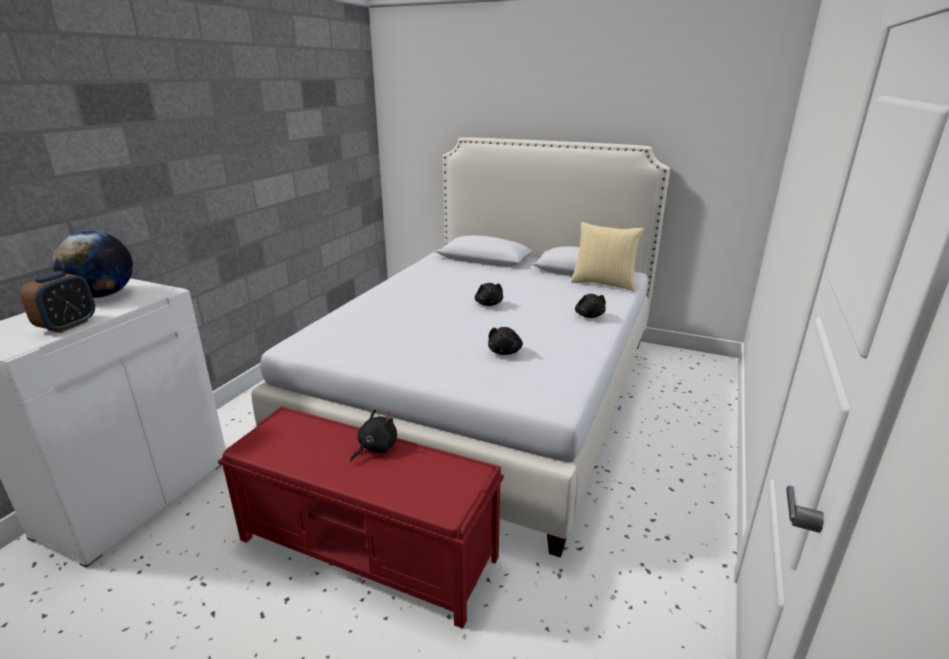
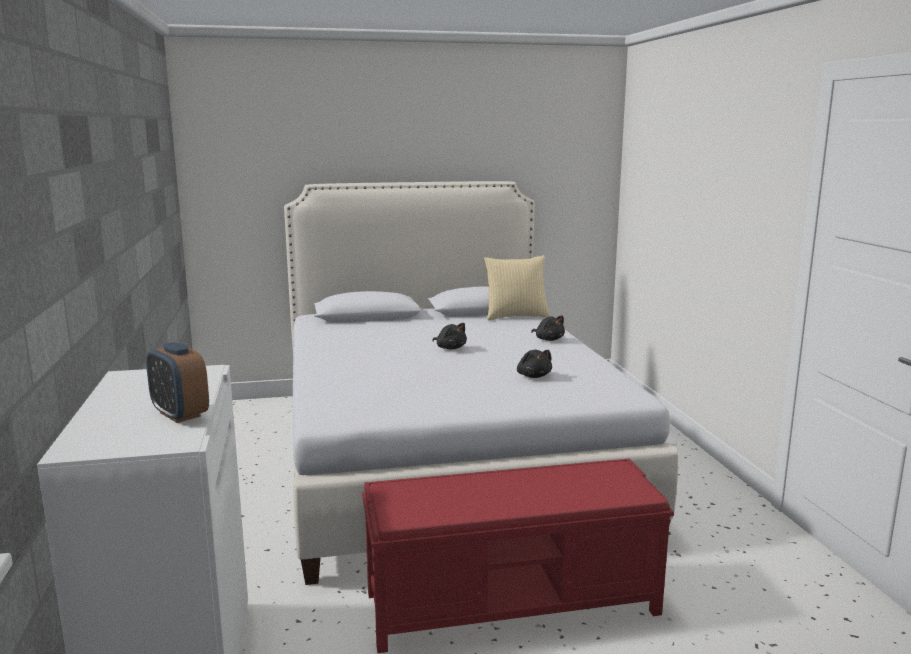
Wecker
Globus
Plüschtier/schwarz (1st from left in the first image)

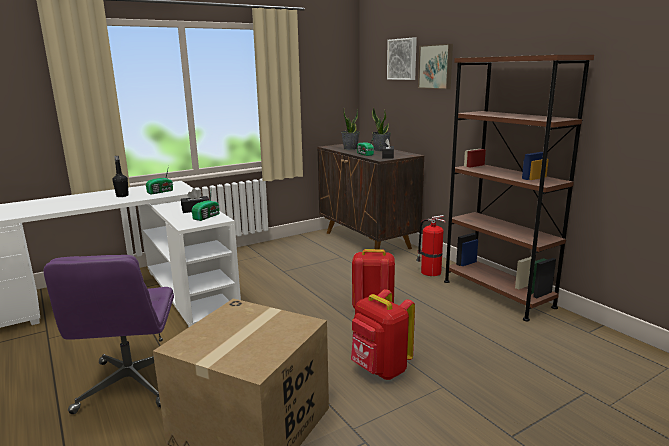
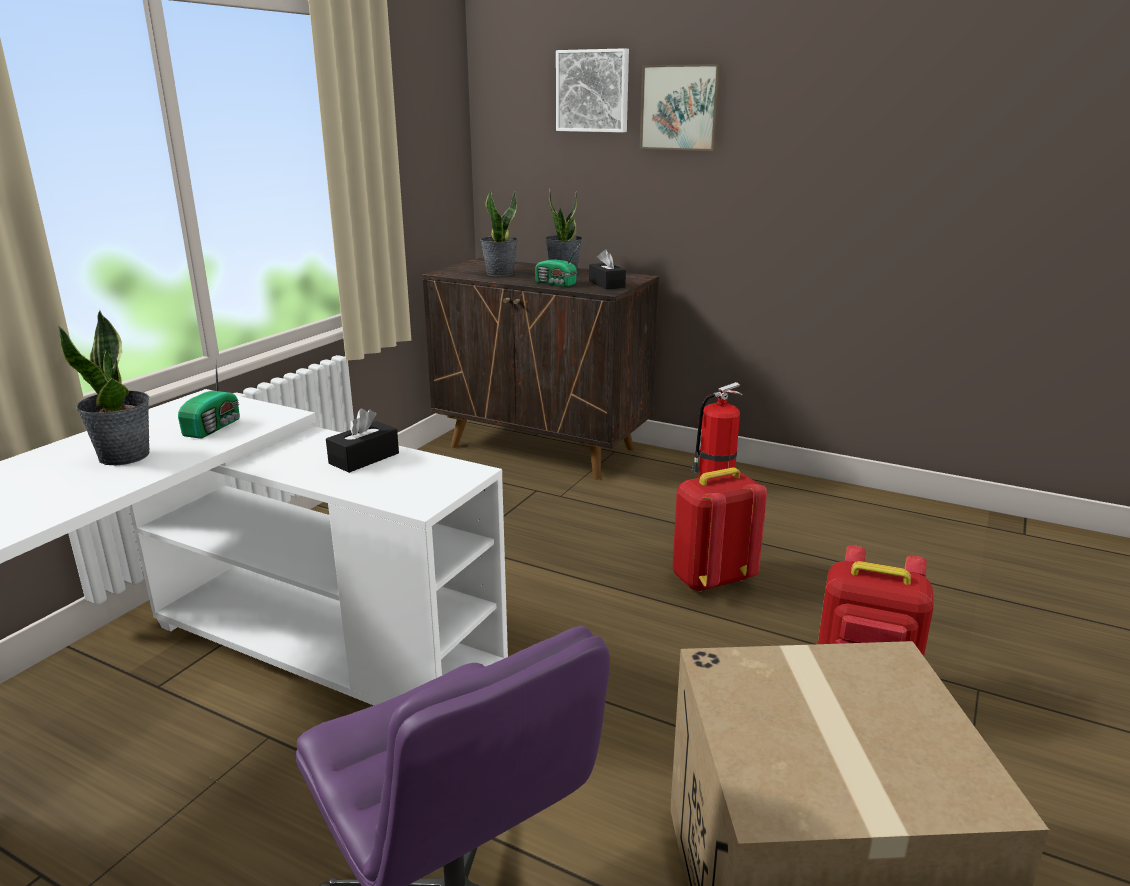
Topfpflanze (1st from left)
Radio (2nd from left in the first image)
Bücherregal/braun

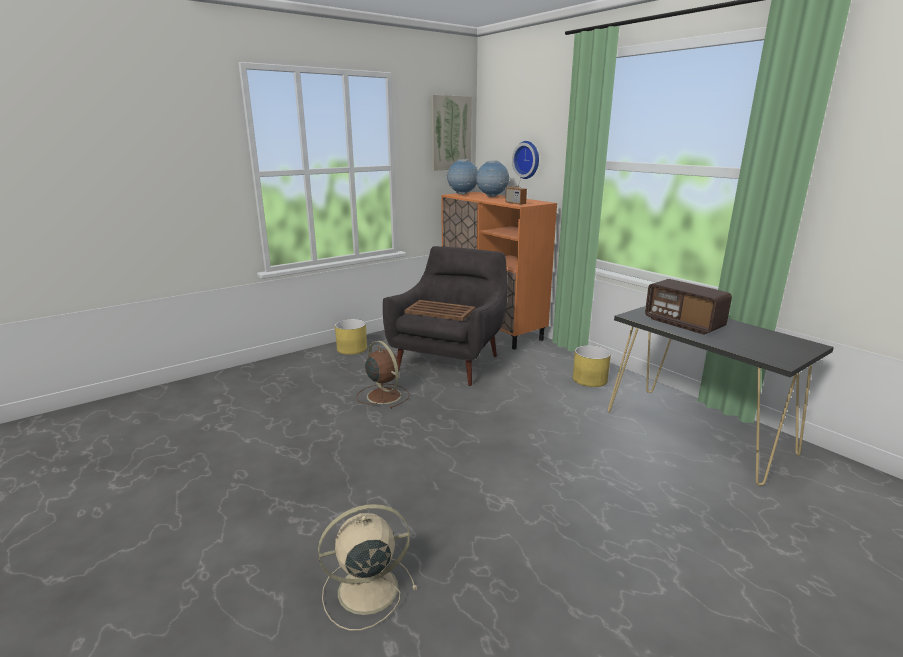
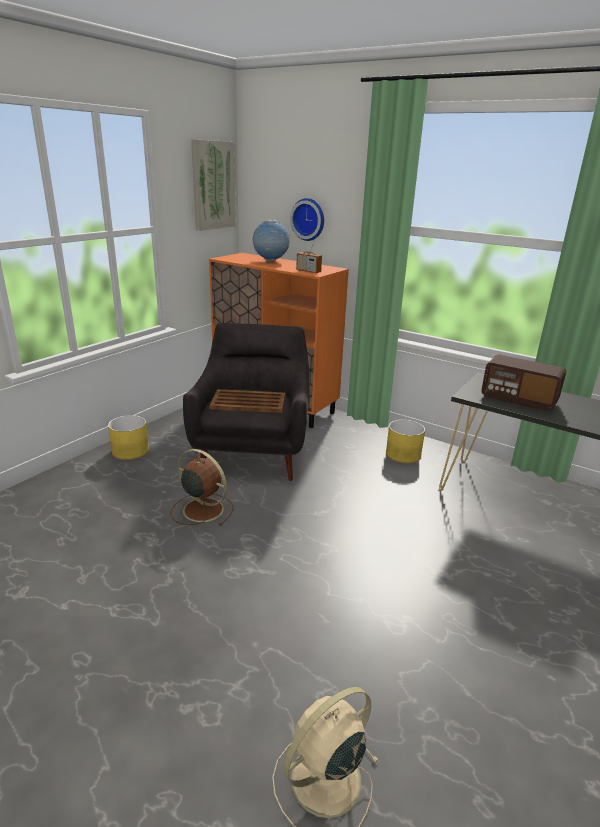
Globus (1st from left in the first image)

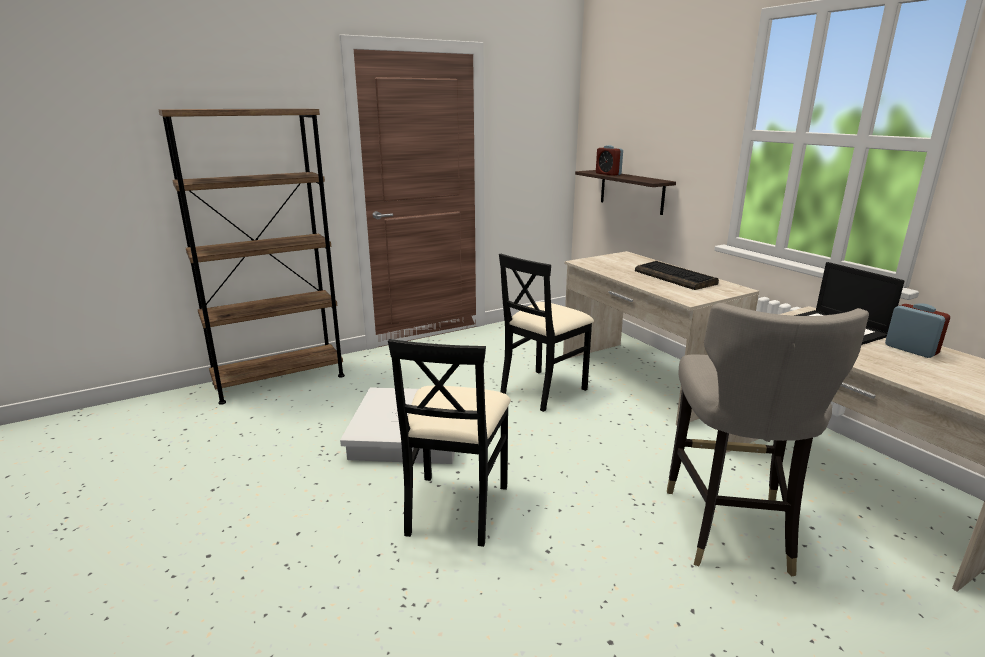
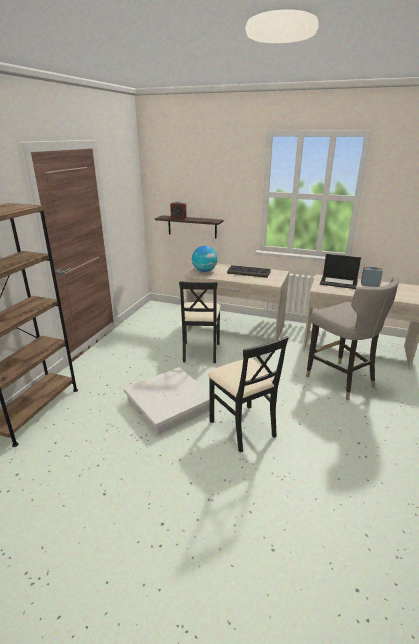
Globus

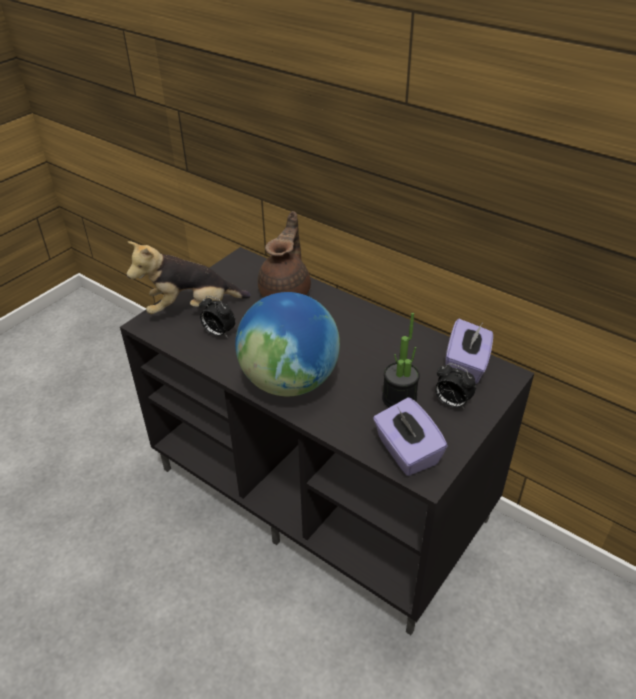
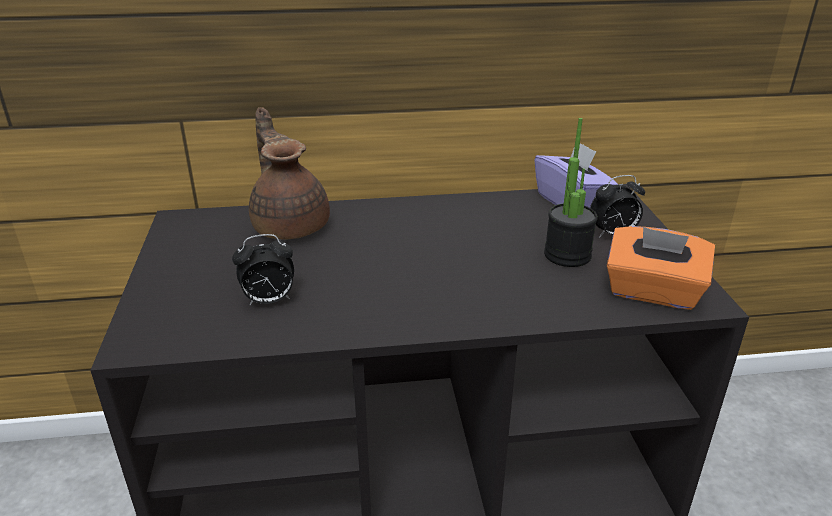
Plüschtier
Globus
Taschentuchbox/orange

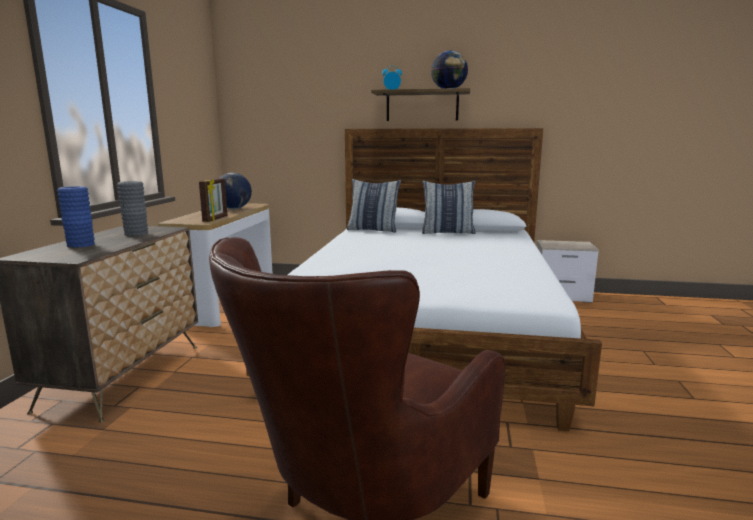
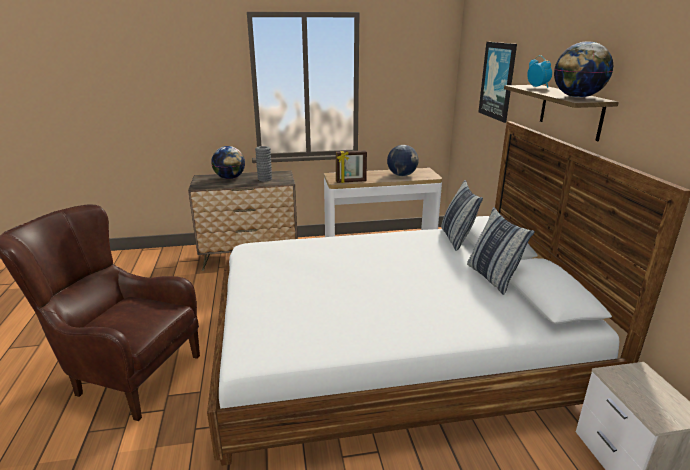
Globus (1st from left)
Bild

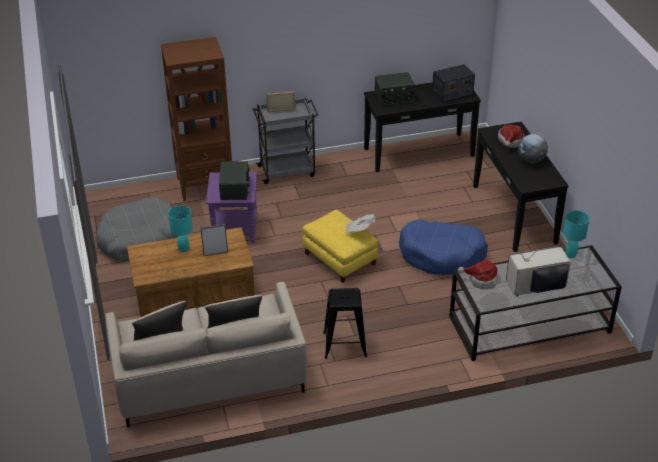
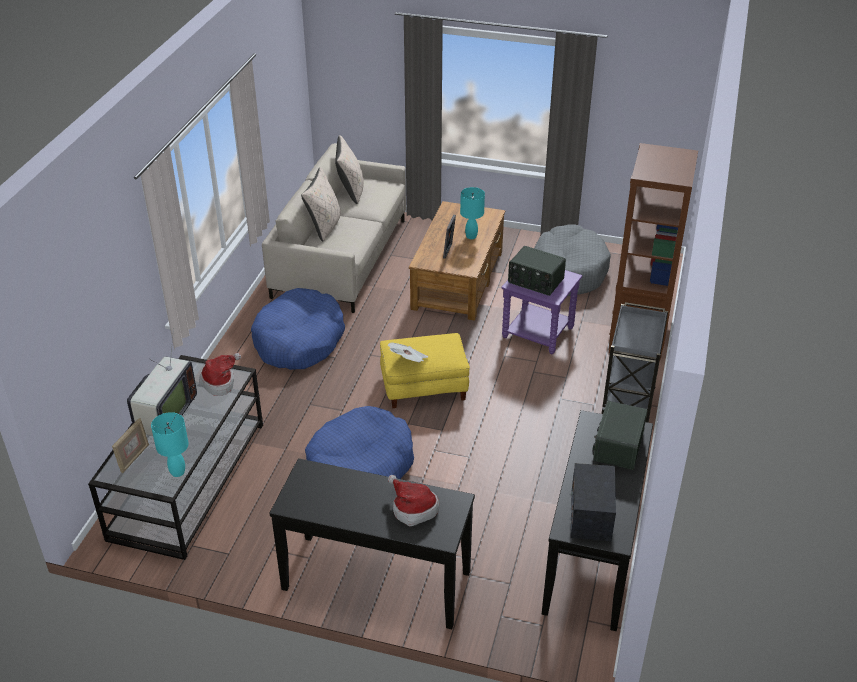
Bilderrahmen (1st from left)
Hundebett/blau (1st from left)
Globus

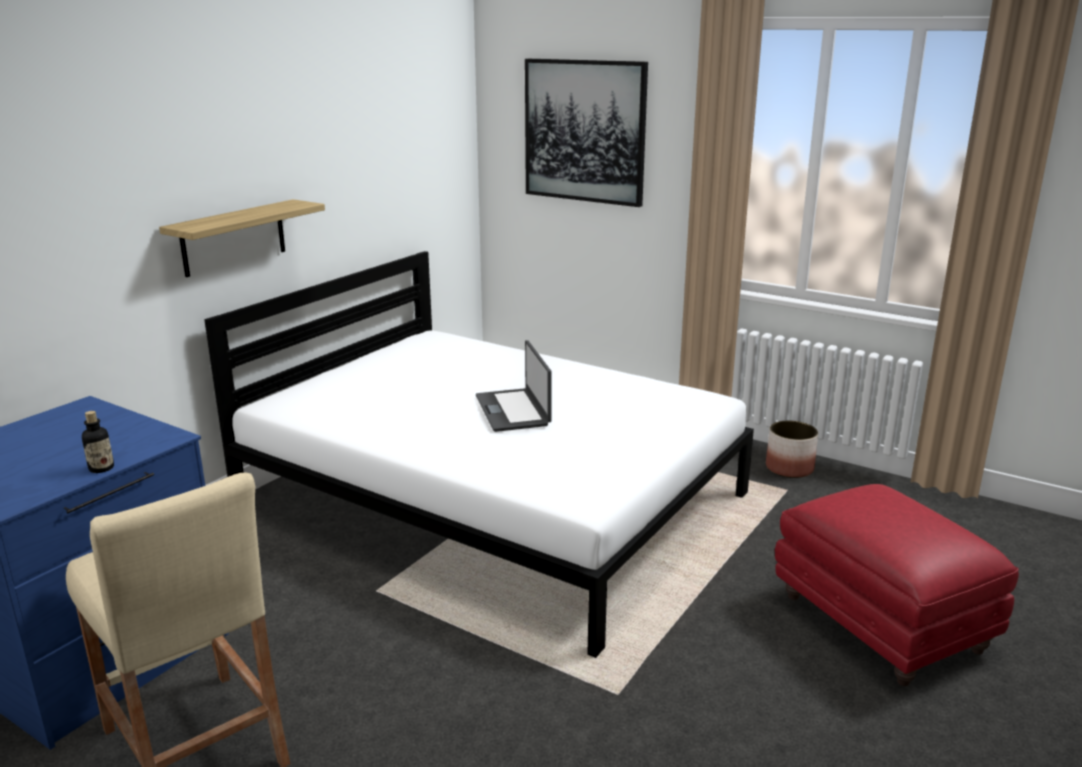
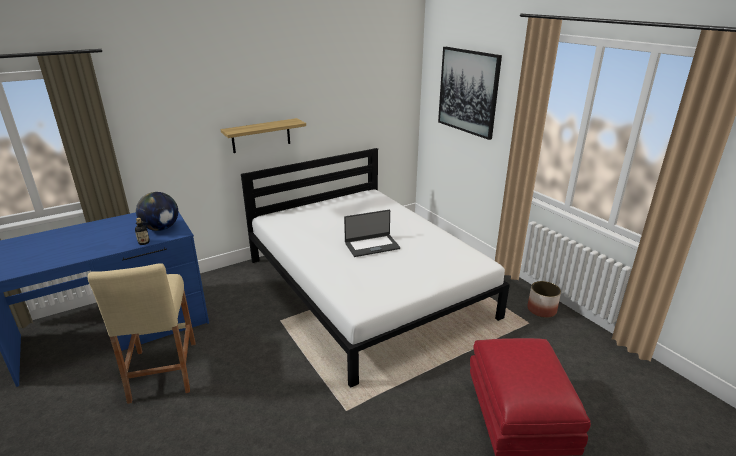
Laptop
Globus

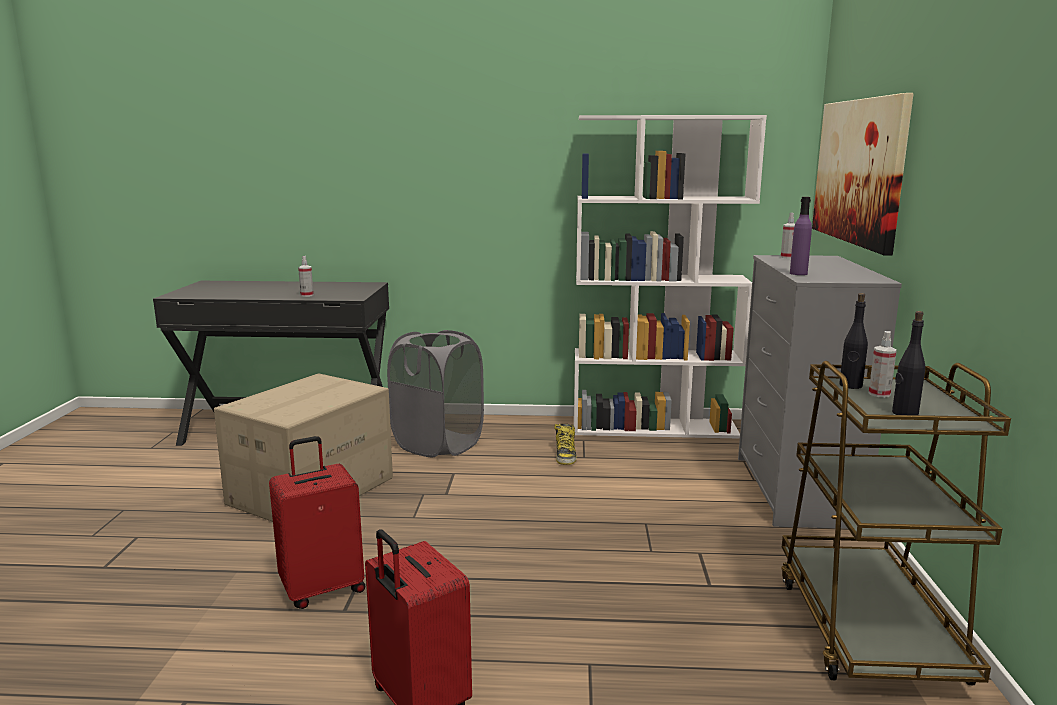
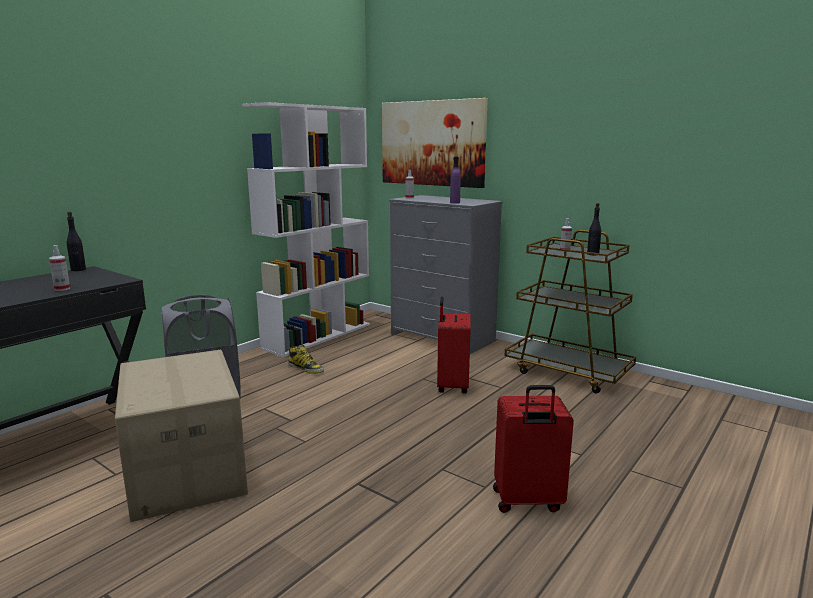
Koffer/rot (1st from left)
Flasche/schwarz (1st from left)

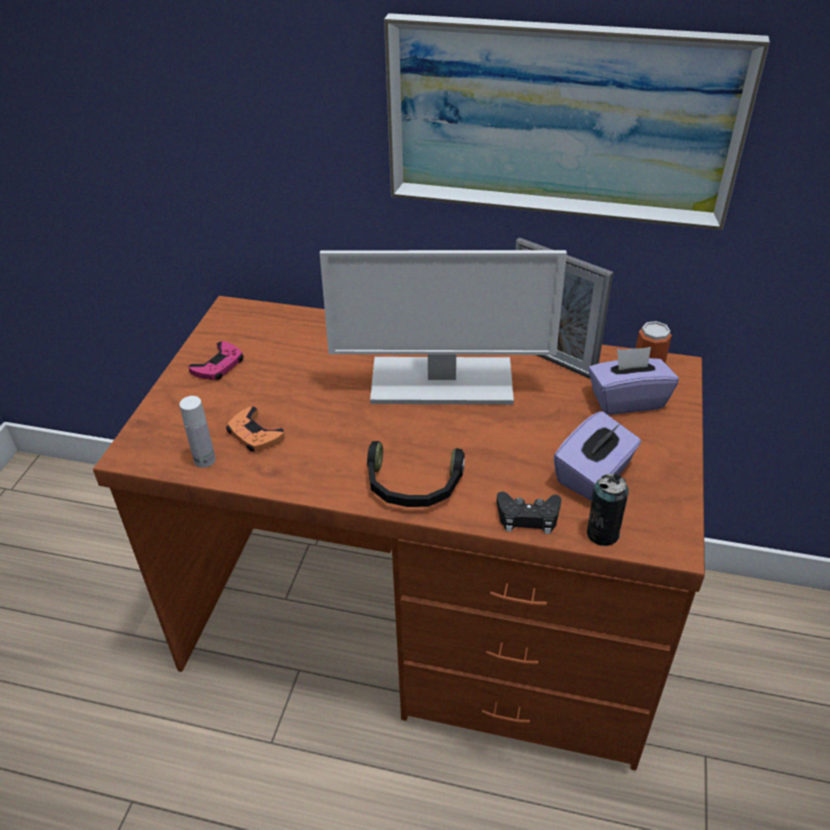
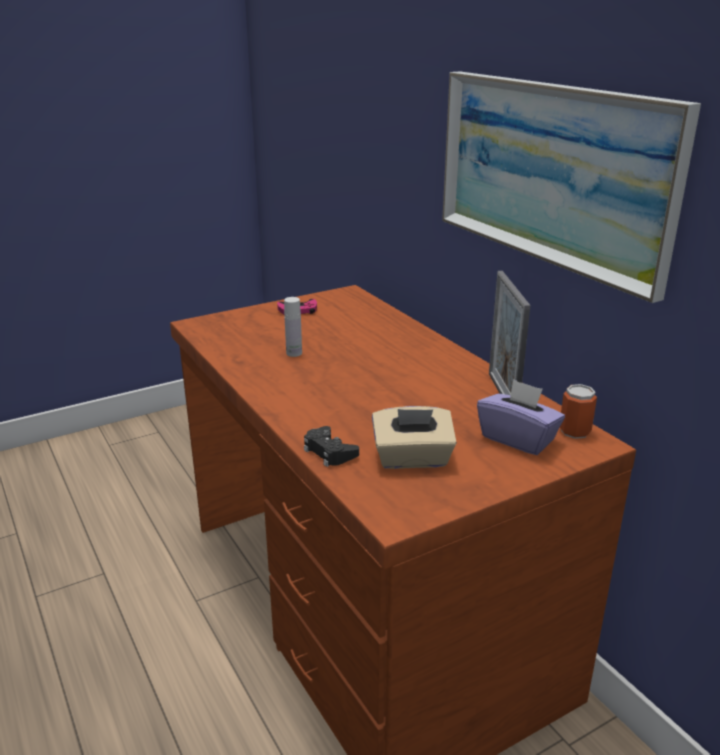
Flasche/weiß
Gamepad/orange
Monitor
Kopfhörer/schwarz
Taschentuchbox/beige
Dose (1st from left in the first image)

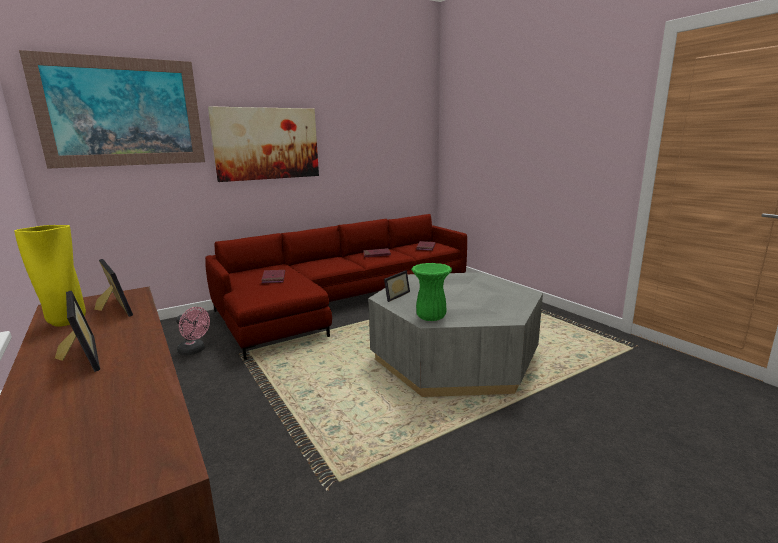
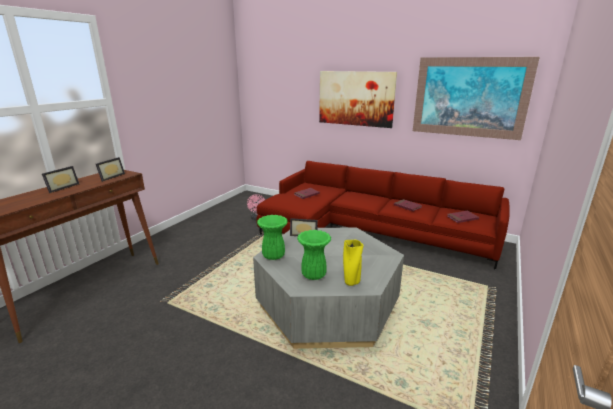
Vase/gelb
Bild (2nd from left)
Vase/grün (2nd from left)

